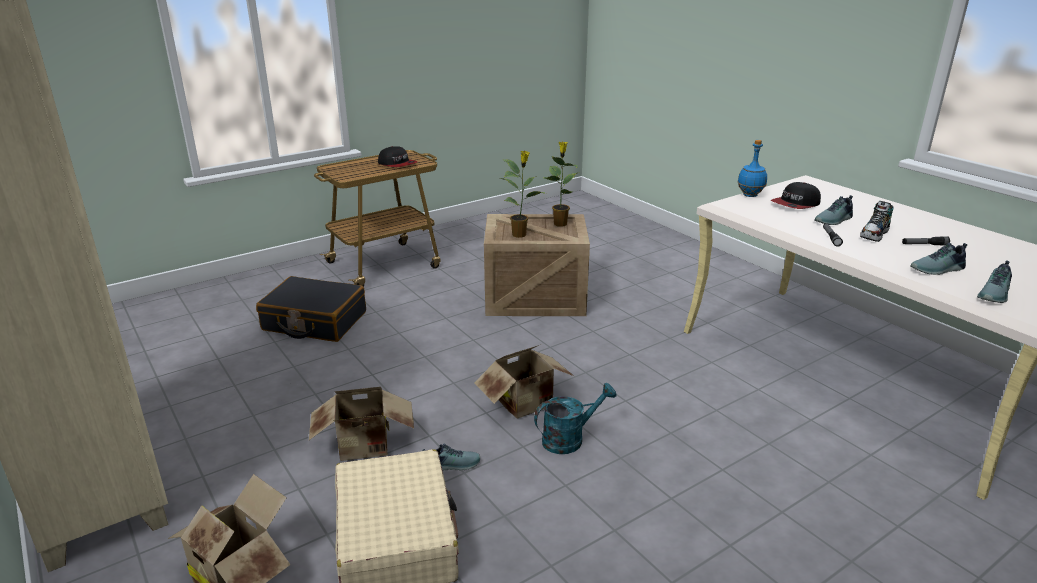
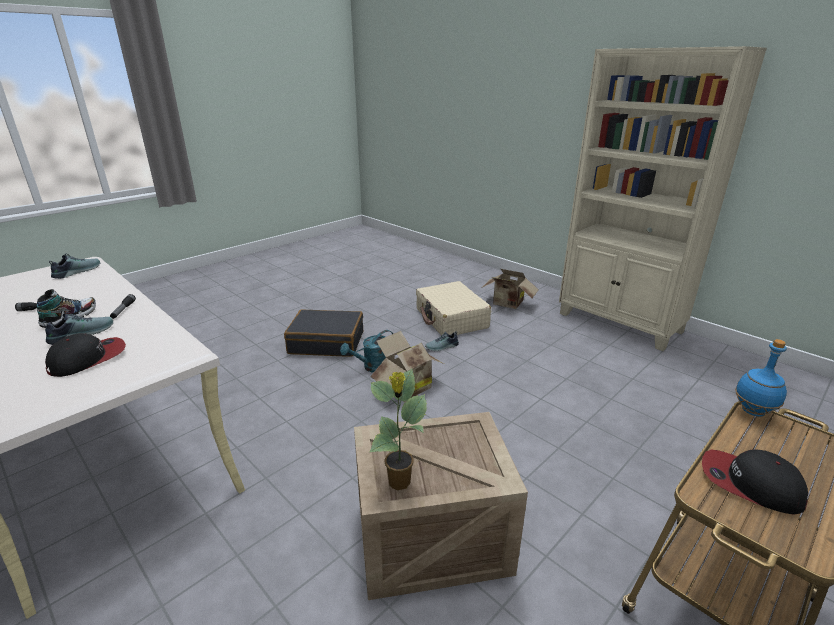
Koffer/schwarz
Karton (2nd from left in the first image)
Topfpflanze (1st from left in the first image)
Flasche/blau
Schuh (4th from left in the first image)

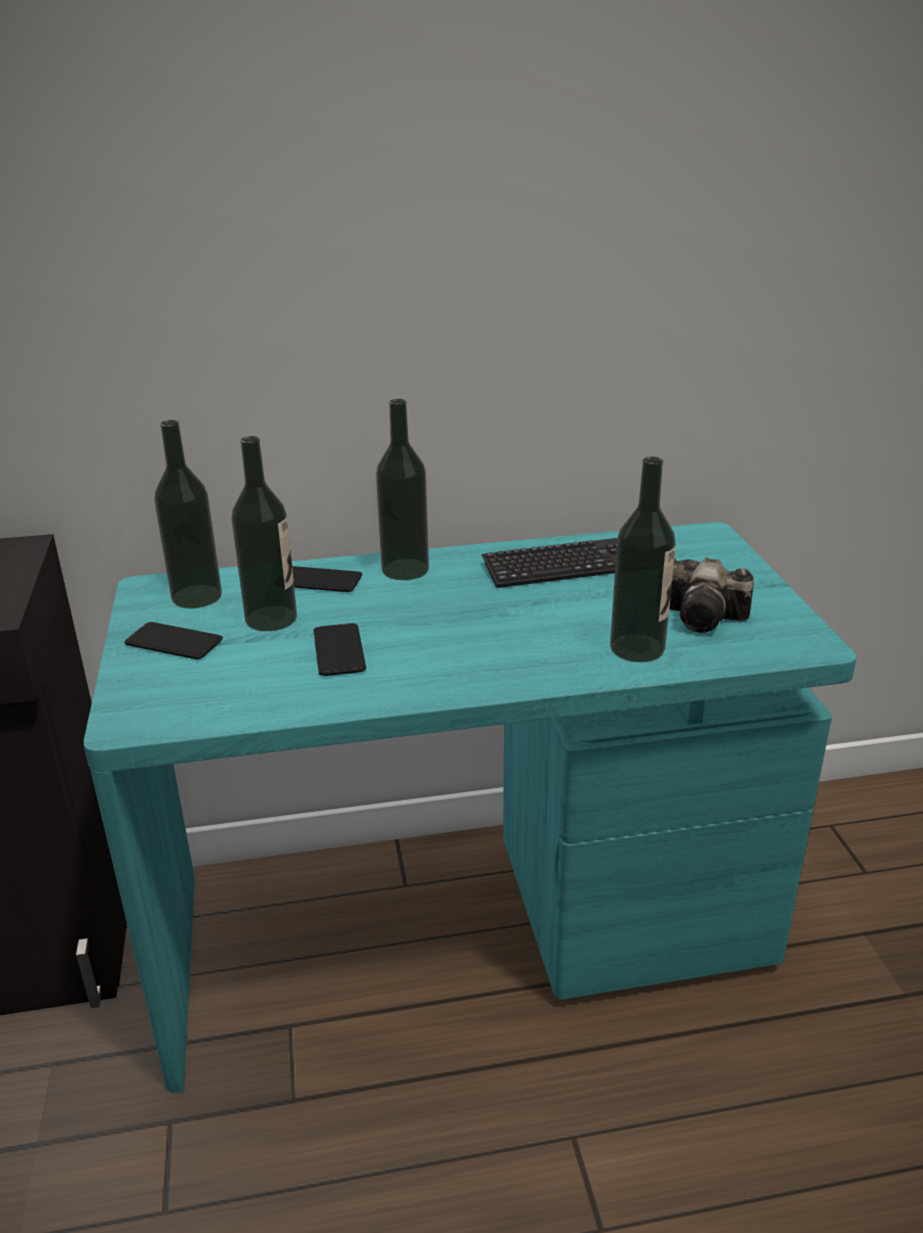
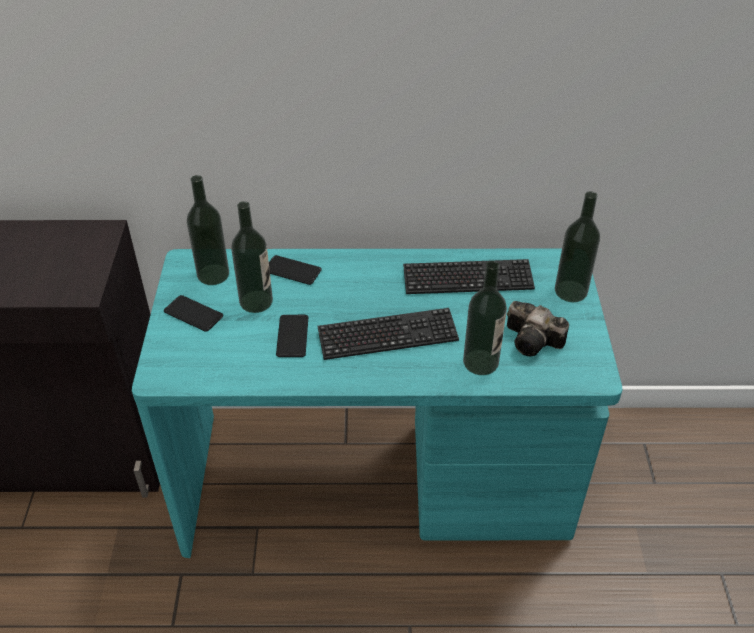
Flasche (4th from left)
Tastatur (1st from left)

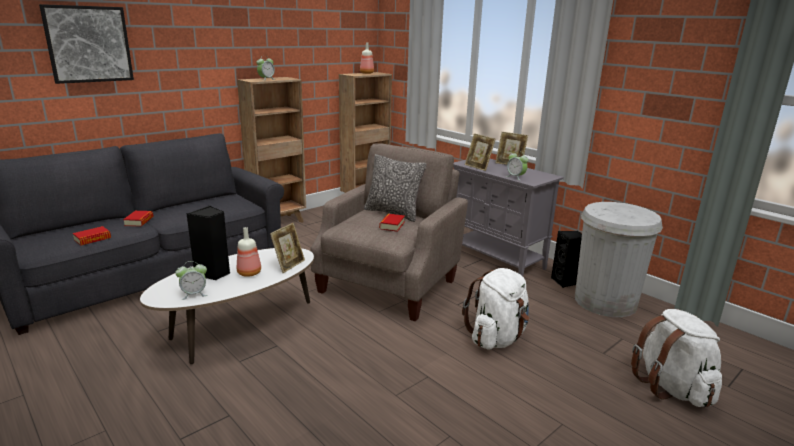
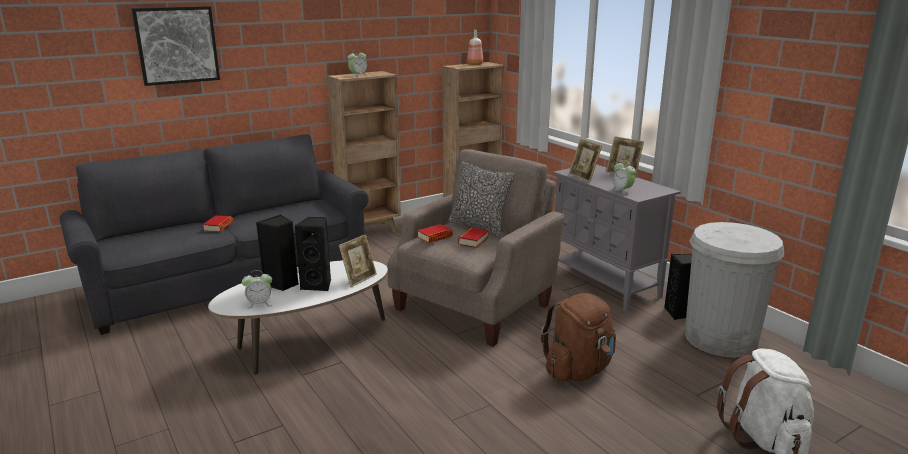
Buch (2nd from left)
Lautsprecher/schwarz (2nd from left)
Rucksack/braun

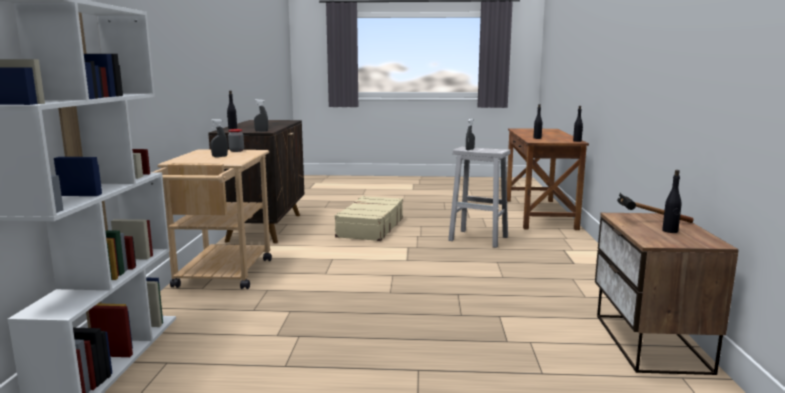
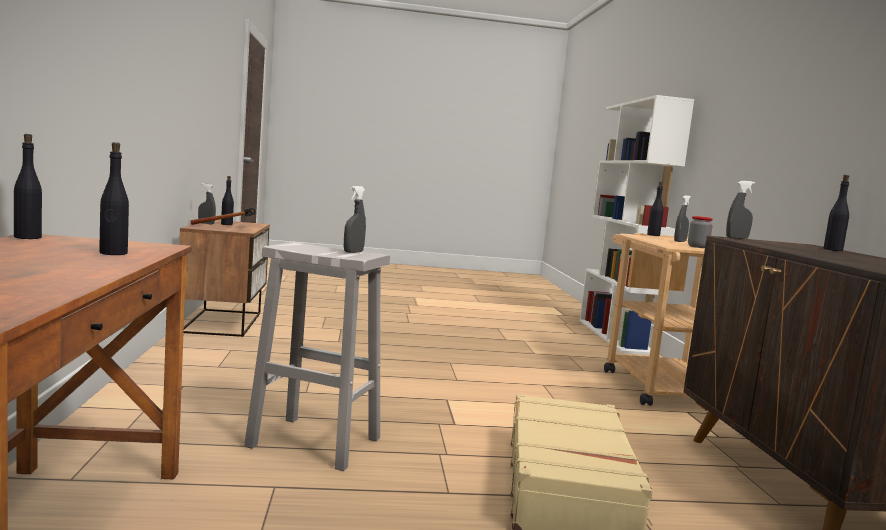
Sprühflasche/grau (1st from left)
Flasche/schwarz (4th from left)

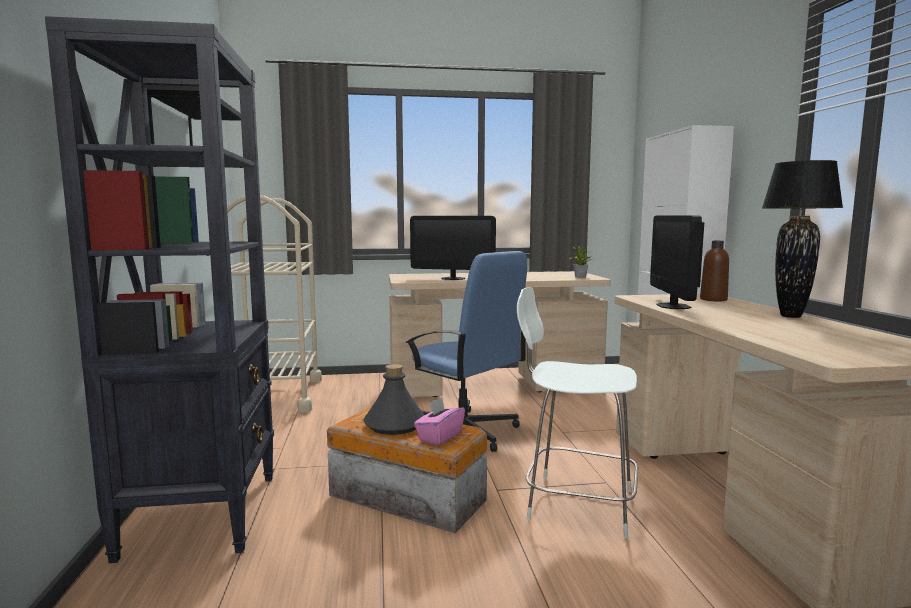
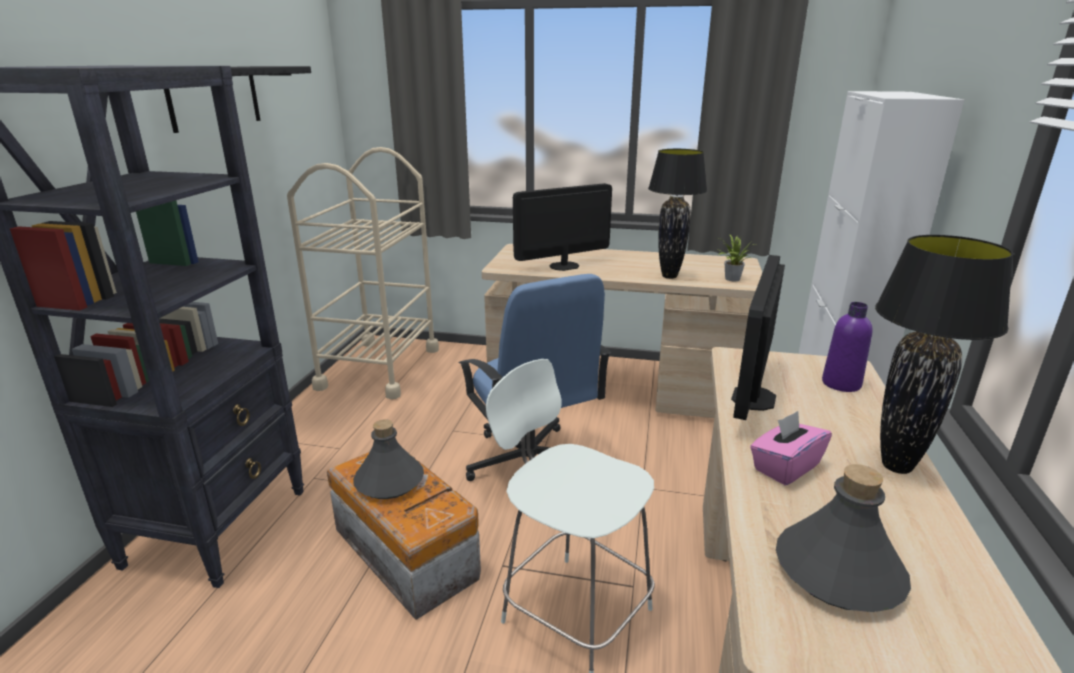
Monitor (1st from left)
Taschentuchbox/rosa
Flasche/lila
Tischlampe/schwarz (1st from left)
Flasche/grau (2nd from left)

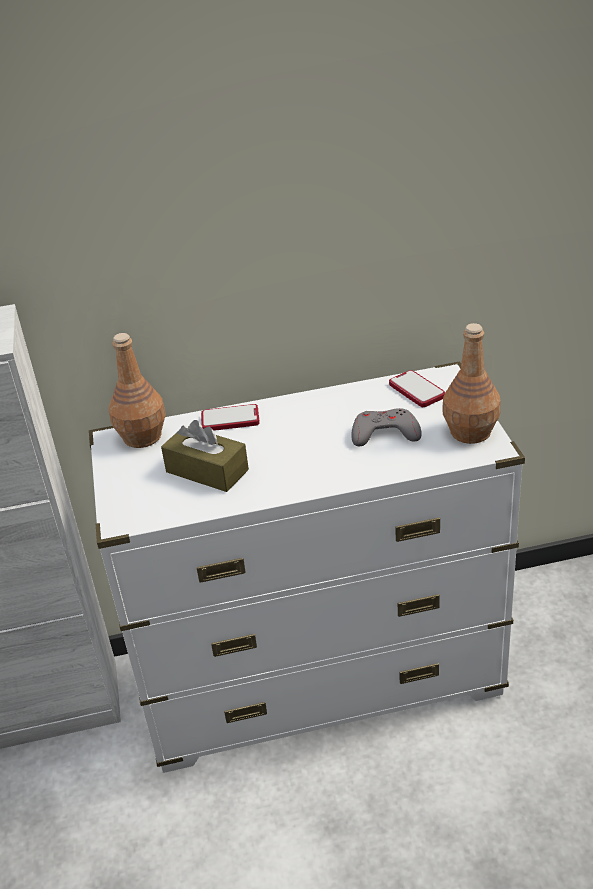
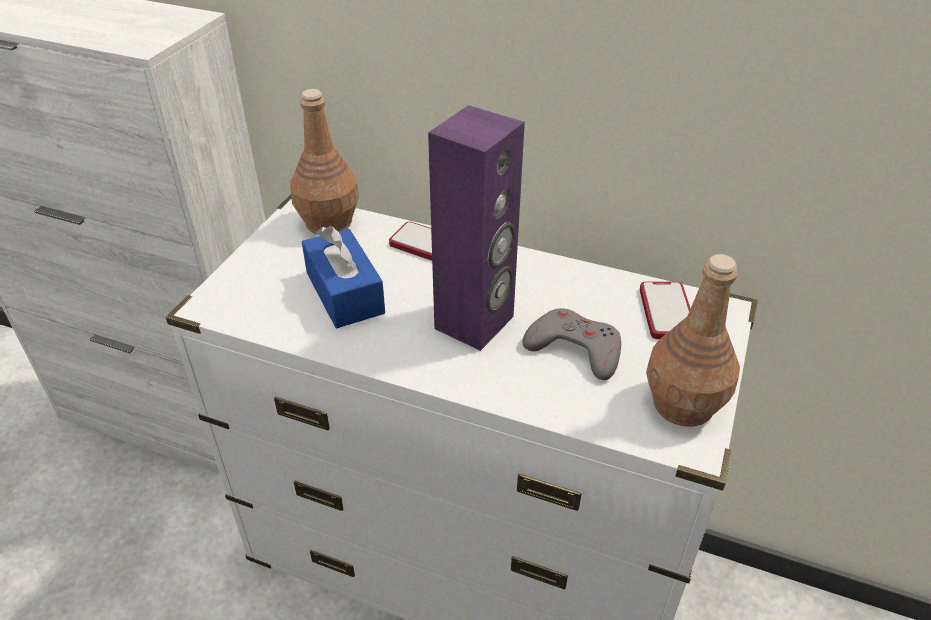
Taschentuchbox/blau
Lautsprecher/lila

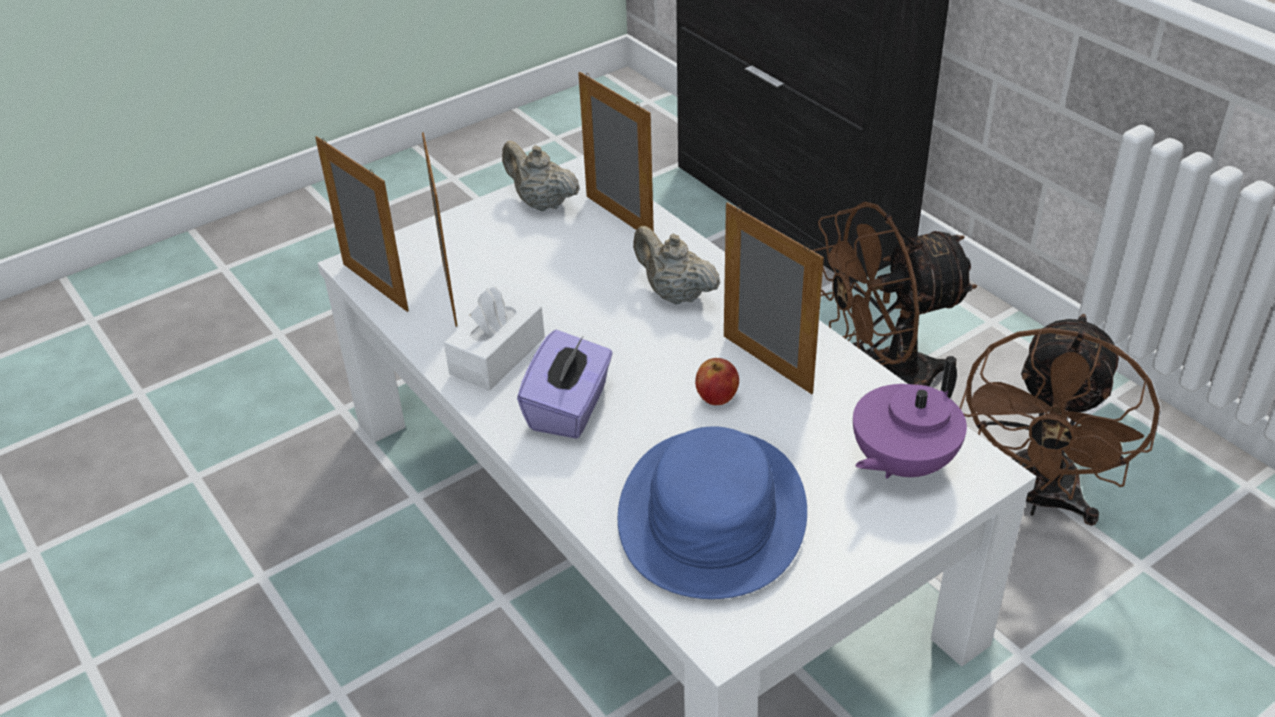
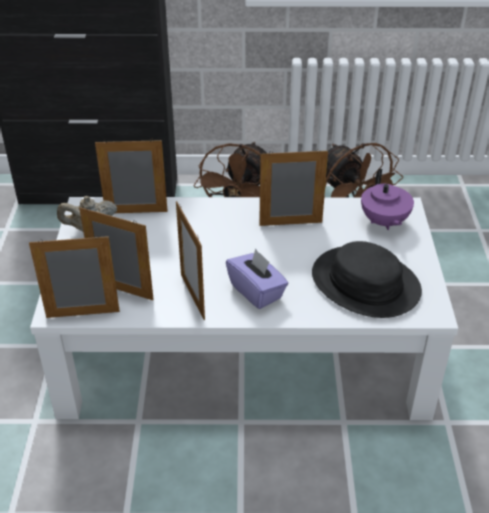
Bilderrahmen (4th from left)
Hut/schwarz
Teekanne/beige (2nd from left in the first image)
Apfel

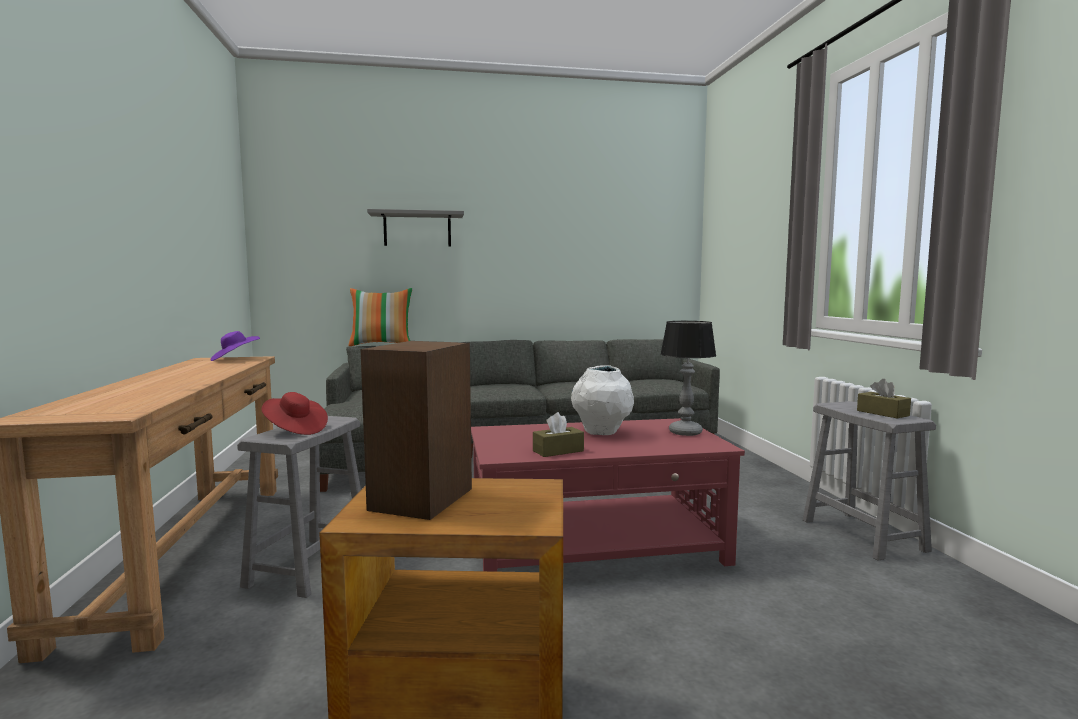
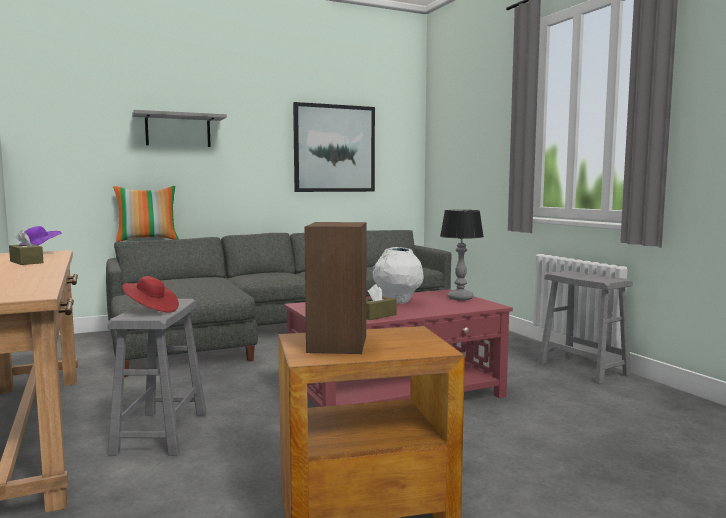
Taschentuchbox/braun (1st from left)
Bild

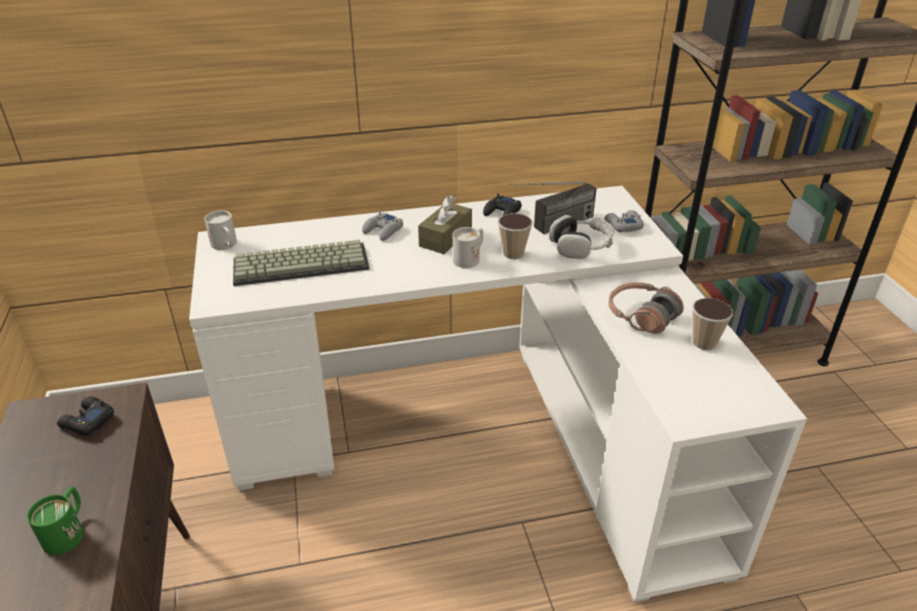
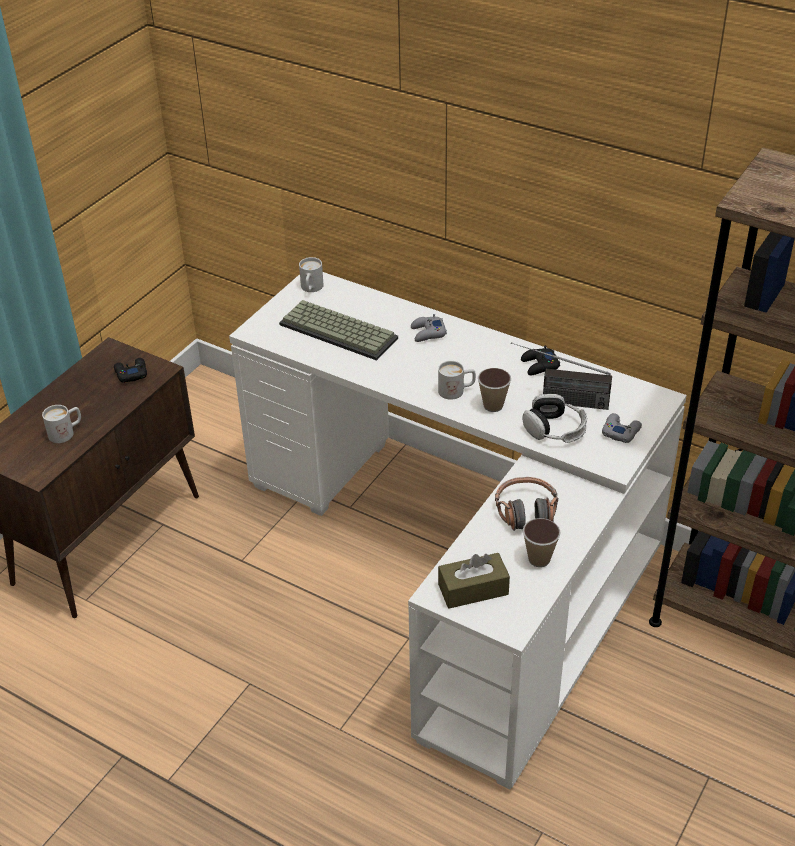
Henkelbecher/weiß (1st from left)
Taschentuchbox/braun

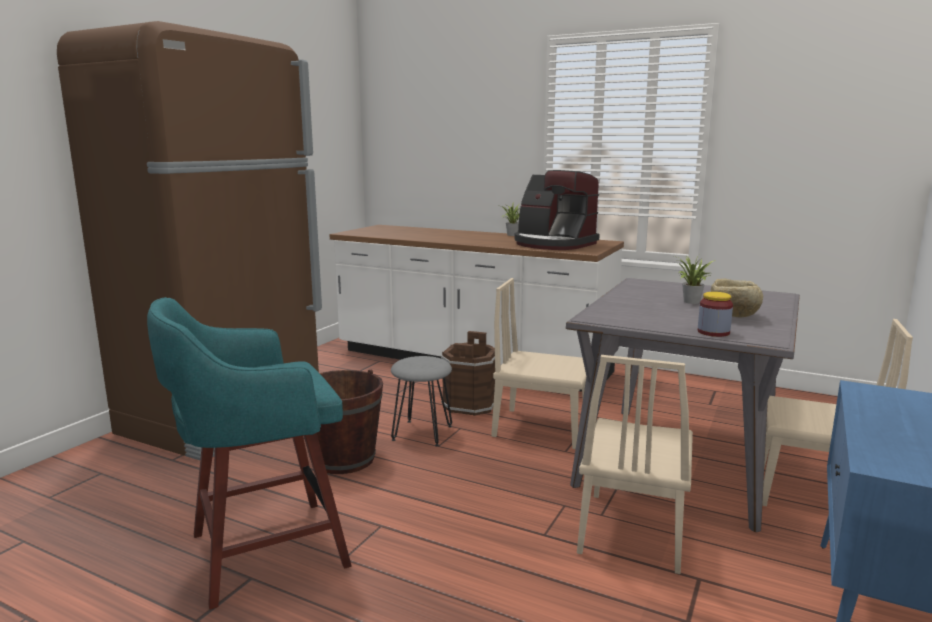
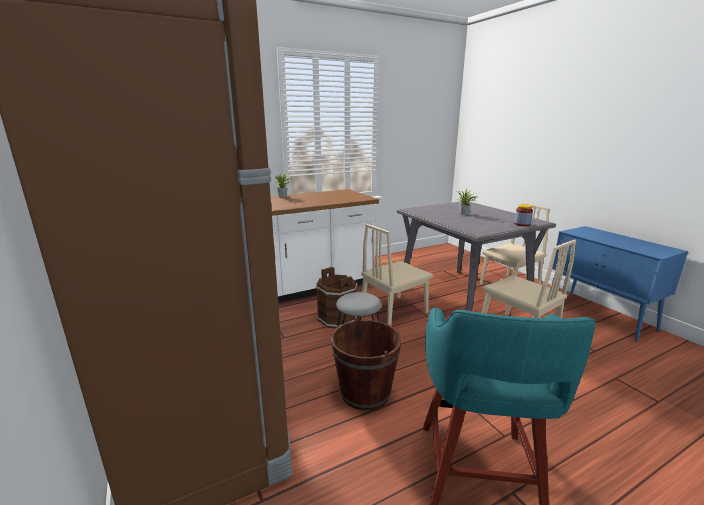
Kaffeemaschine
Schüssel/beige

